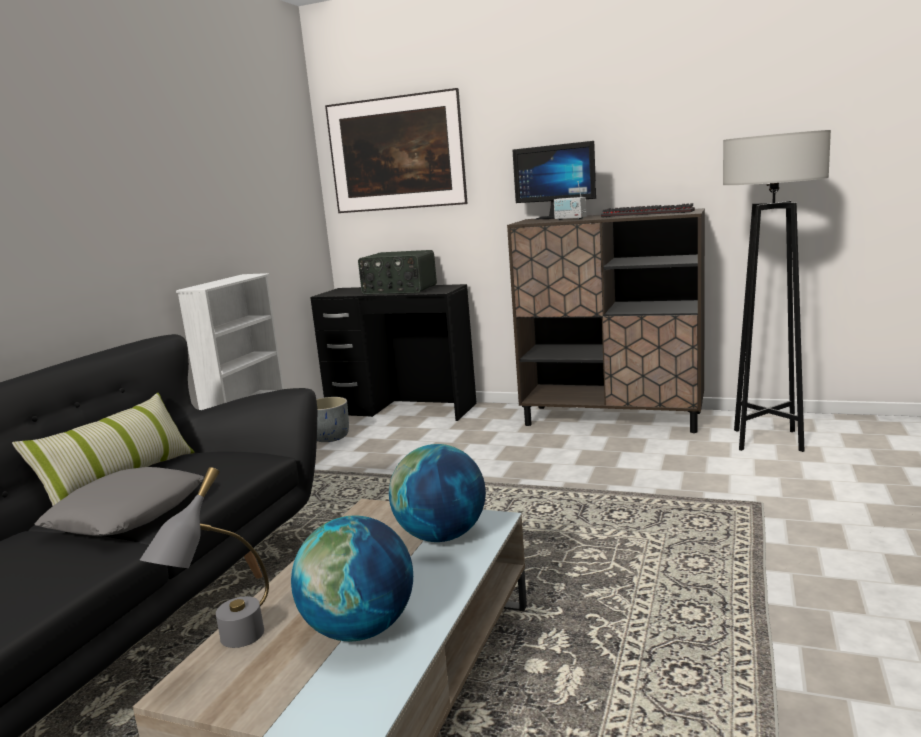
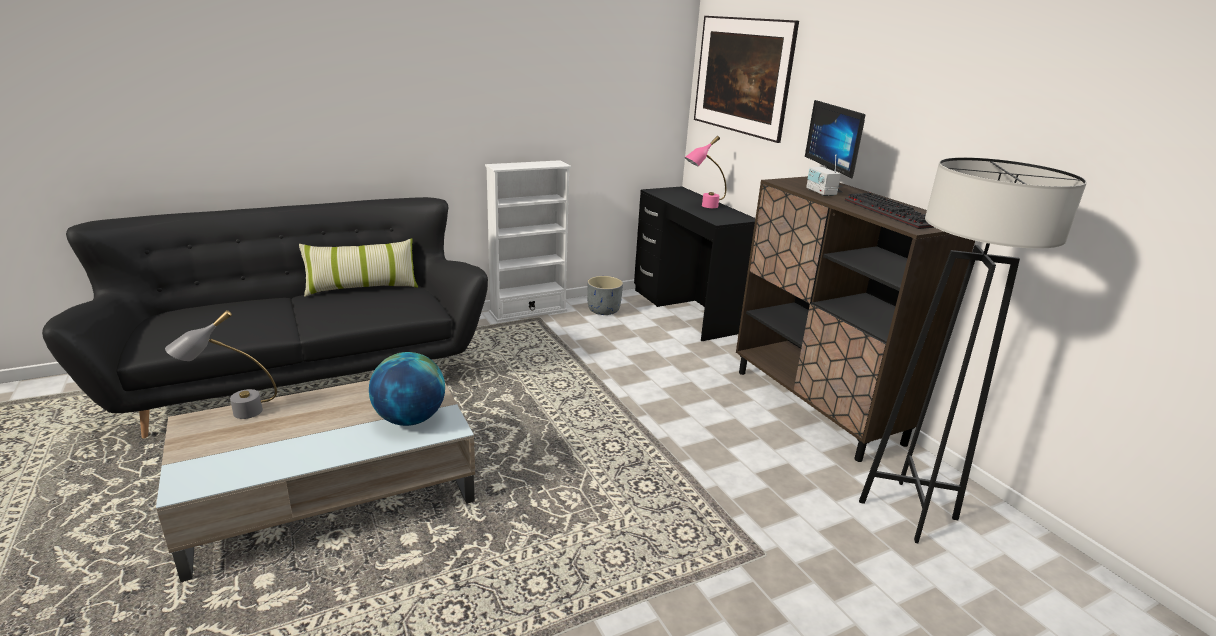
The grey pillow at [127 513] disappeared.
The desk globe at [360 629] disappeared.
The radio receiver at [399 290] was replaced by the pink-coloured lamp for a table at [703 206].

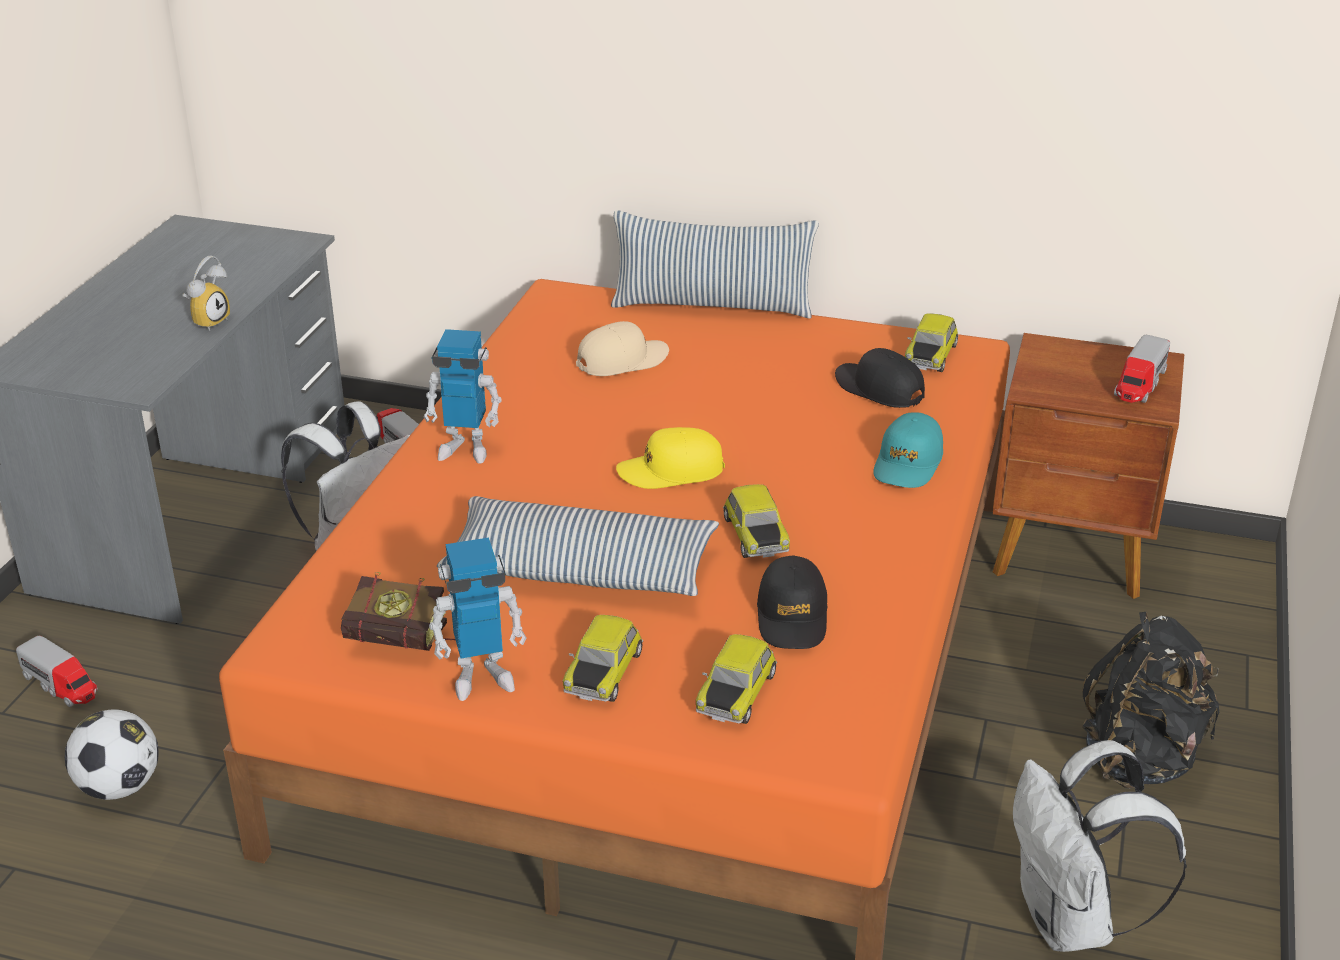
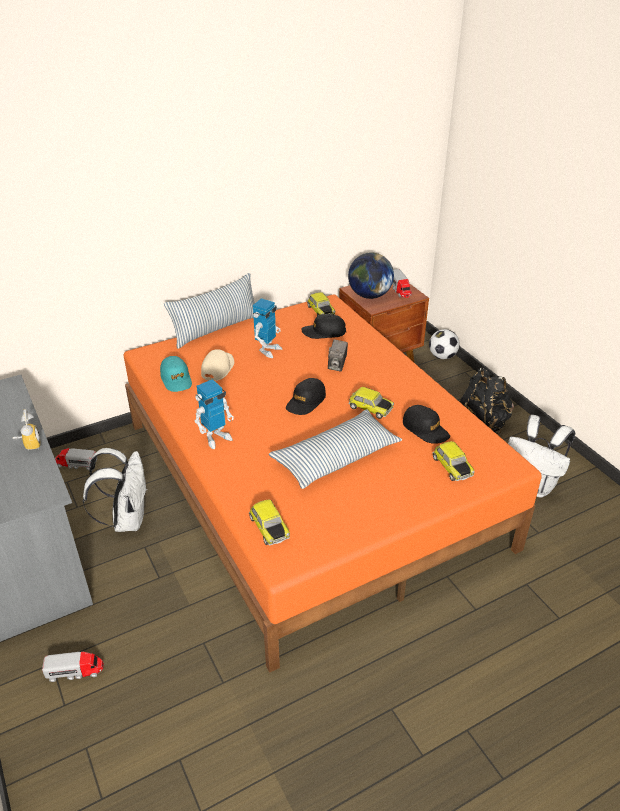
The football moved from [119 787] to [442 356].
The bound book at [407 643] disappeared.
The model robot moved from [481 677] to [268 350].
The toy car moved from [602 672] to [268 528].
The yellowish peaked cap at [671 471] became the blackish peaked cap at [306 402].
The turquoise-coloured peaked cap moved from [908 463] to [176 379].
The photo camera at [337 365] appeared.
The desk globe at [369 295] appeared.

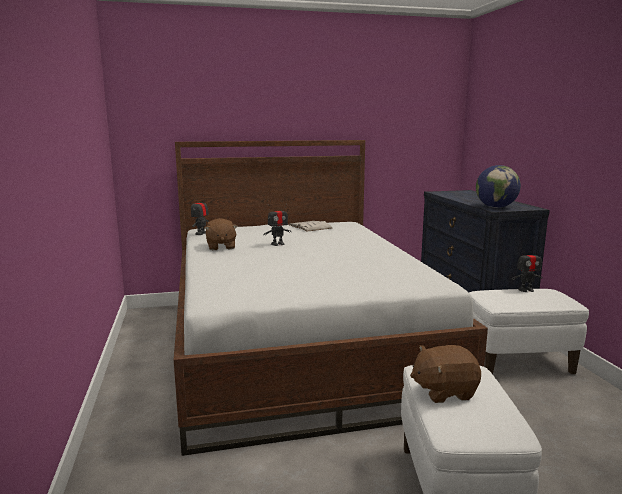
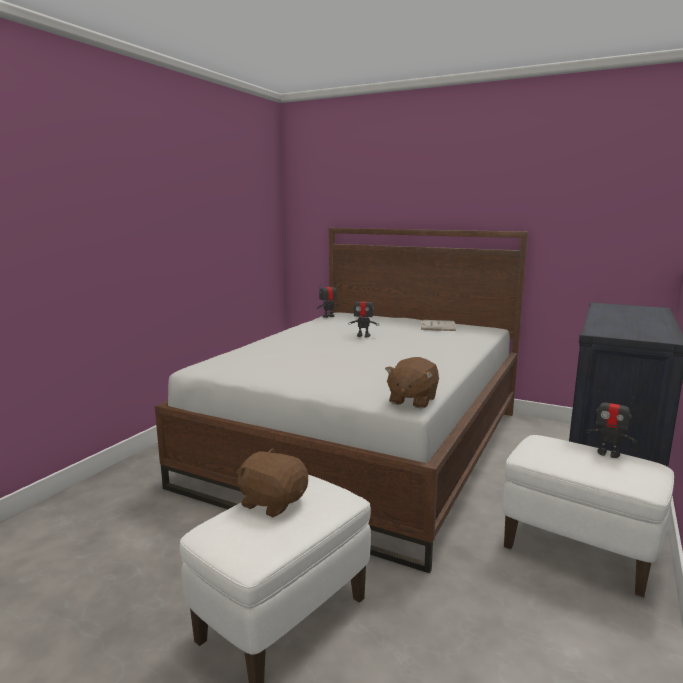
The brown plush toy moved from [221 247] to [412 400].
The desk globe at [495 207] disappeared.

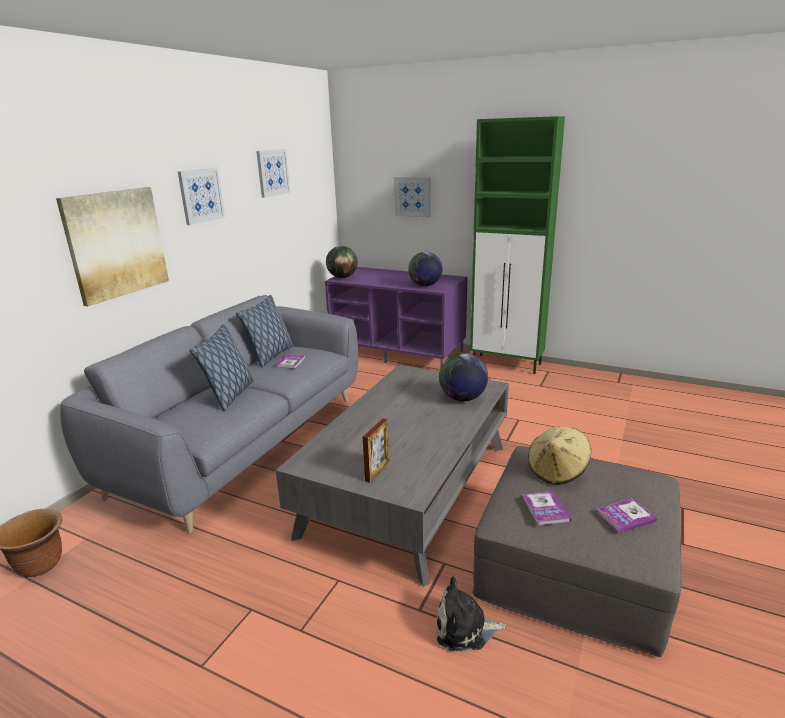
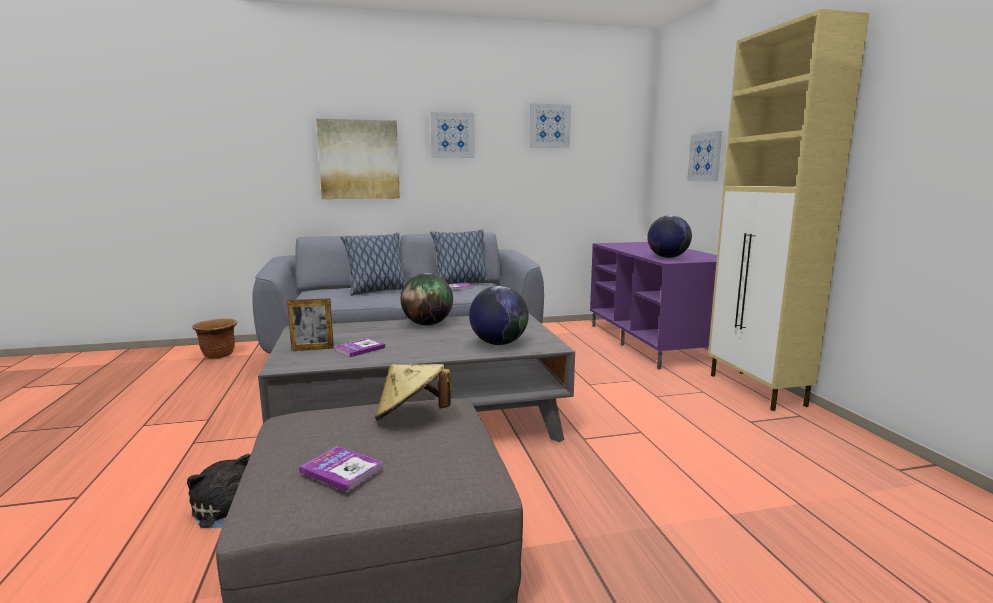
The desk globe moved from [342 277] to [428 324].
The greenish cupboard at [507 364] became the sand-coloured cupboard at [756 390].
The bound book moved from [545 509] to [359 349].

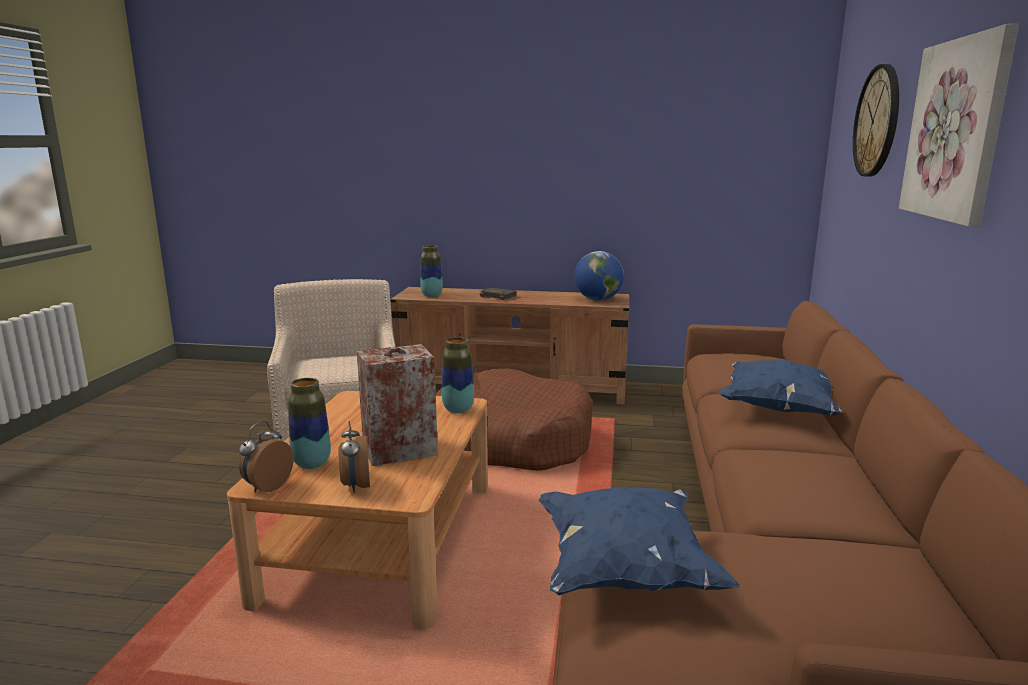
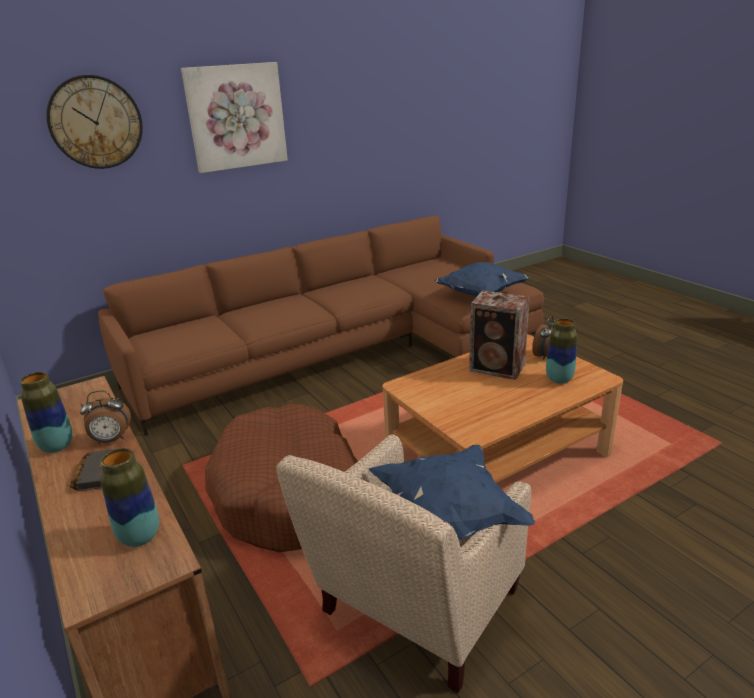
The table clock moved from [267 486] to [111 440].
The decorative vase moved from [458 409] to [57 446].
The desk globe at [598 299] disappeared.
The blue pillow moved from [778 409] to [448 517].

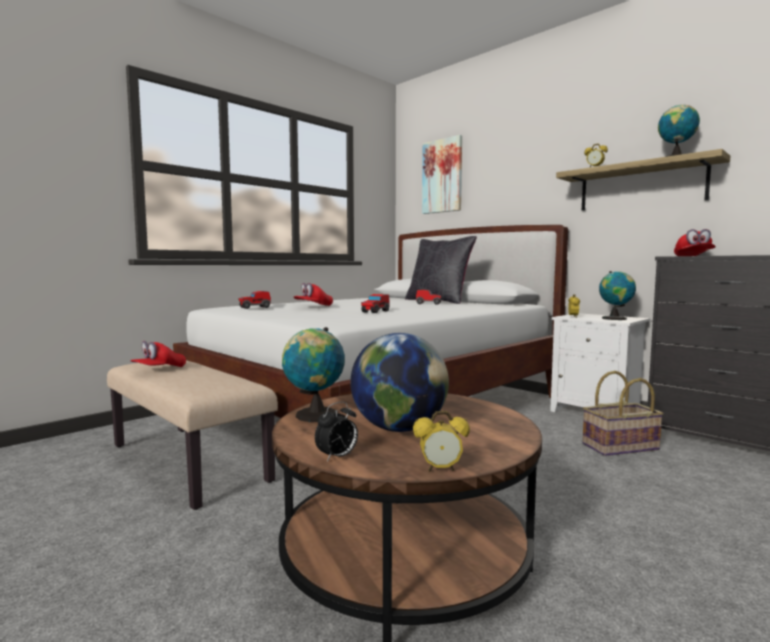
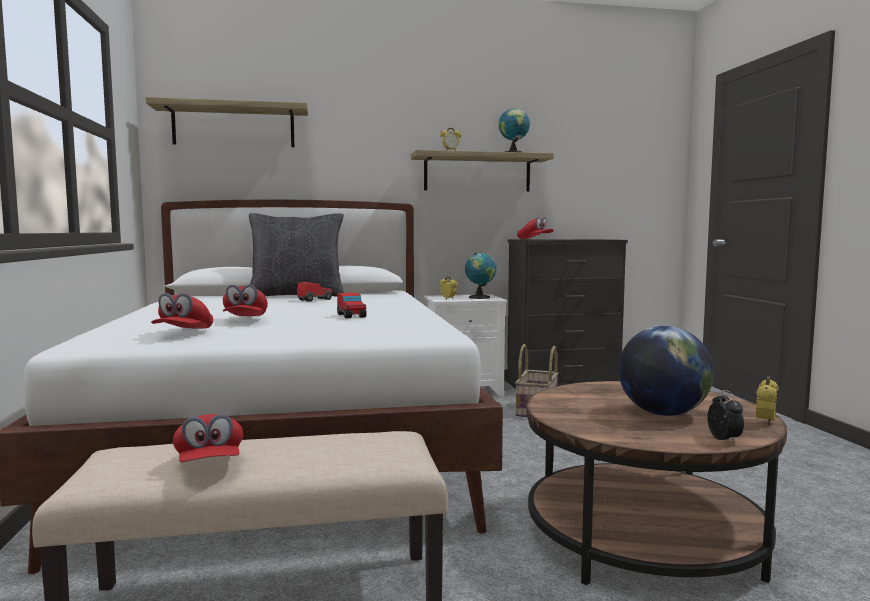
The toy car at [254 307] was replaced by the red peaked cap at [183 333].
The desk globe at [313 416] disappeared.
The picture at [442 176] was replaced by the wall shelf at [234 126].

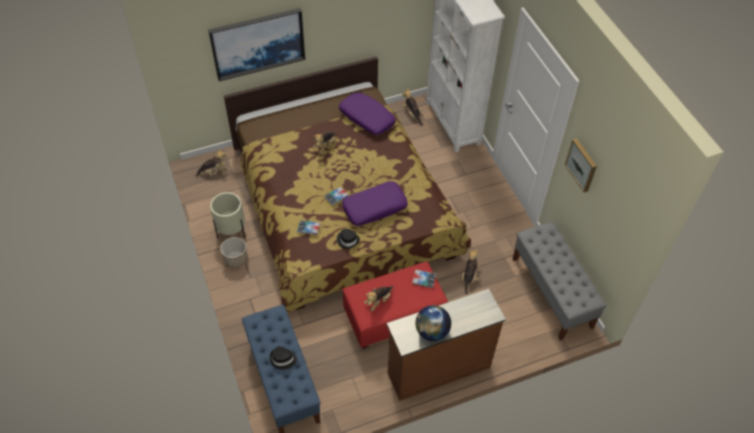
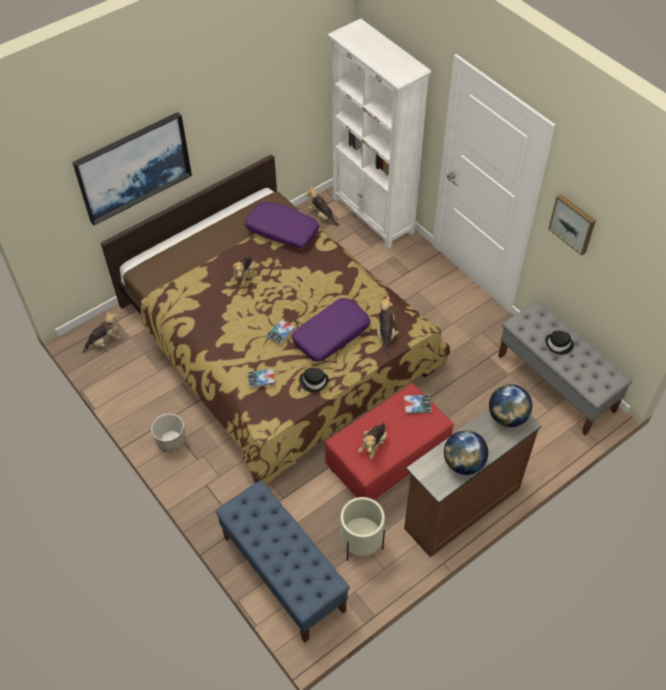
The sand-coloured plant pot moved from [231 231] to [361 545].
The blackish clothing hat moved from [283 359] to [559 345].
The plush toy moved from [469 277] to [386 333].
The desk globe at [507 417] appeared.

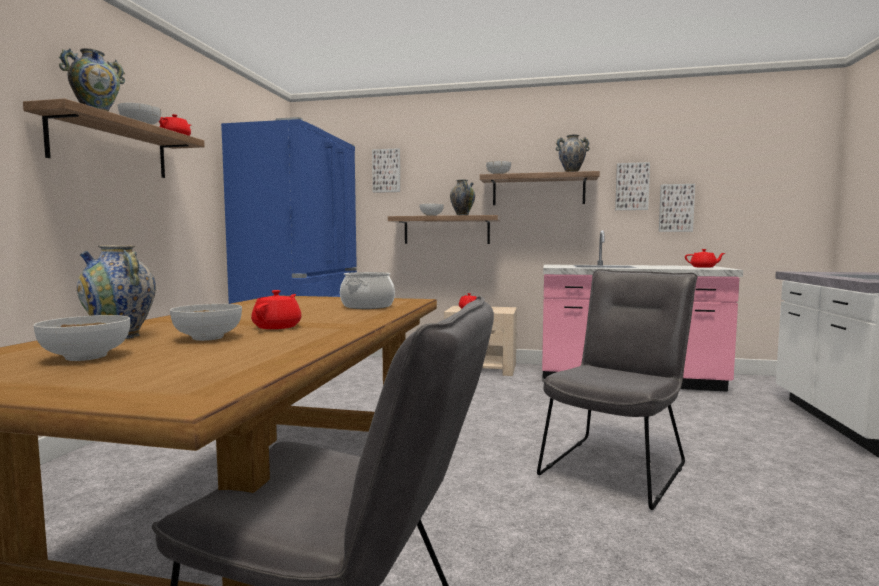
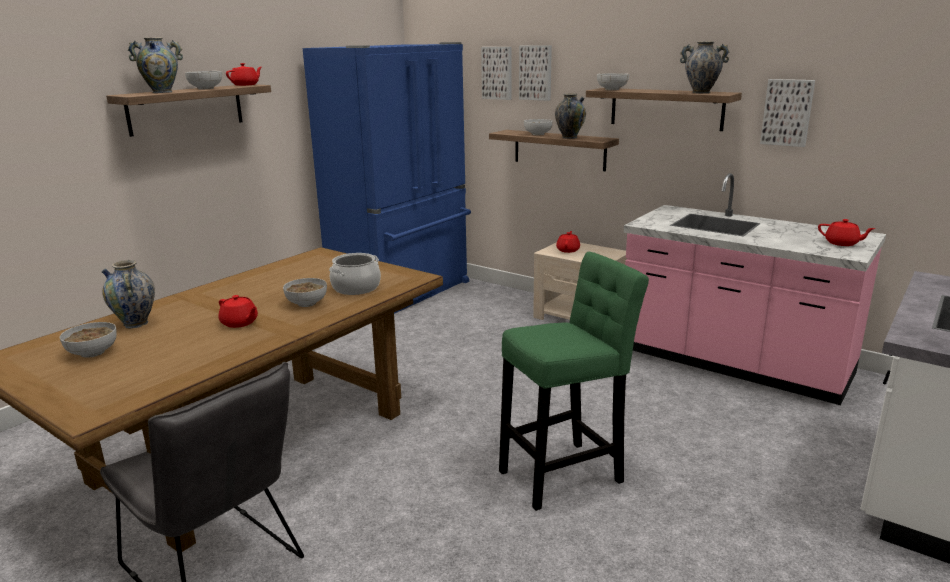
The serving bowl moved from [209 338] to [307 303].
The red teapot at [278 327] turned 90 degrees clockwise.
The grey chair at [617 466] was replaced by the greenish sitting stool at [566 474].
The picture moved from [676 208] to [536 72].

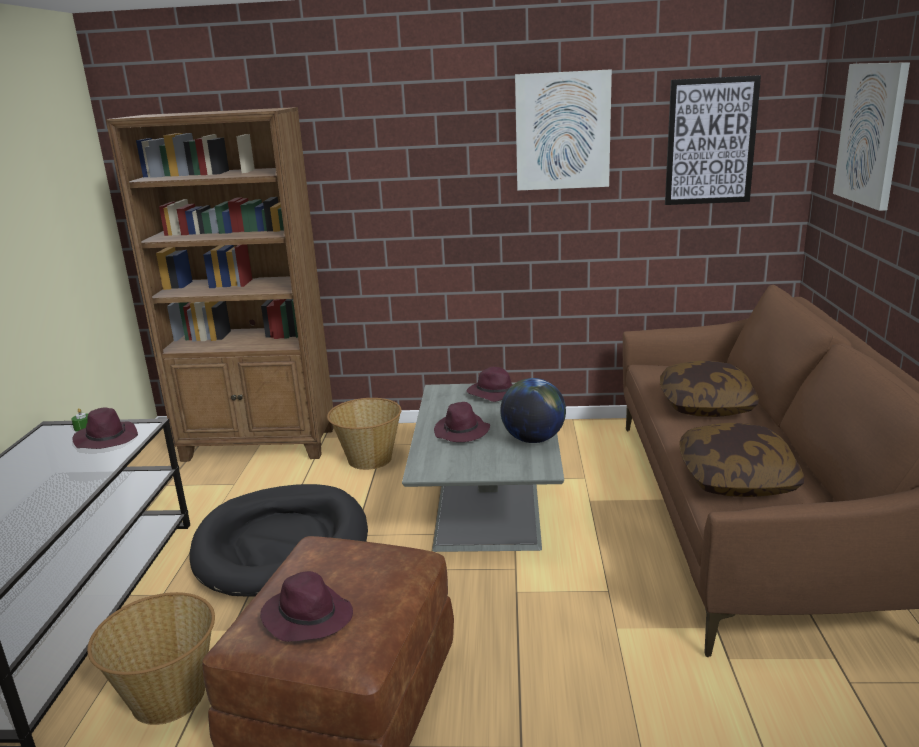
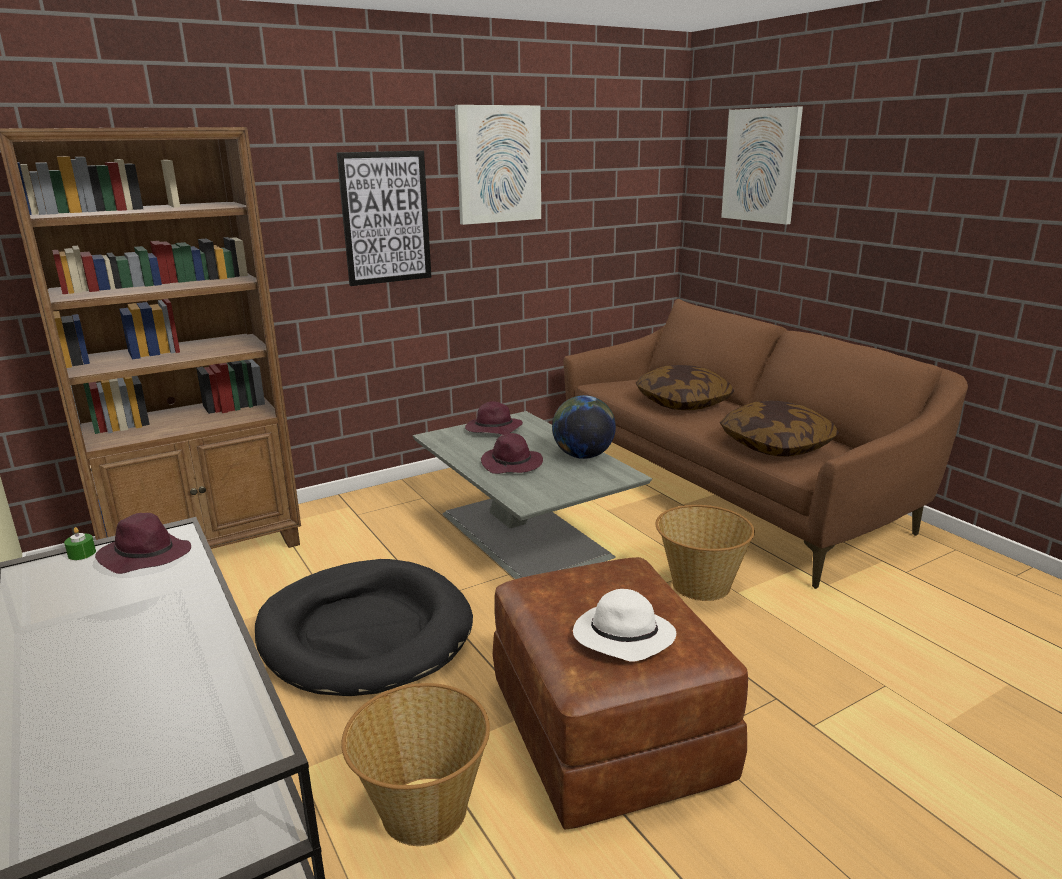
The purple-coloured clothing hat at [307 617] became the white-coloured clothing hat at [621 638].
The storage basket moved from [369 459] to [699 585].
The picture moved from [710 141] to [385 218].

